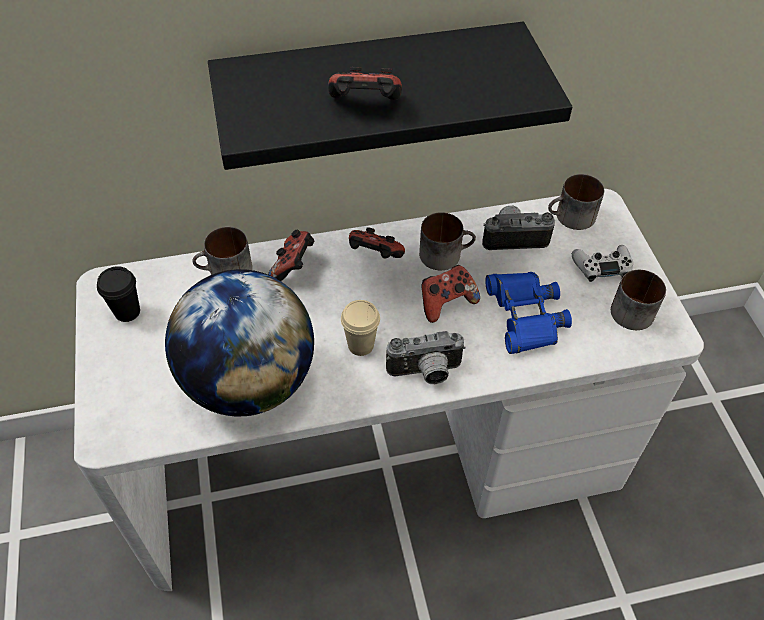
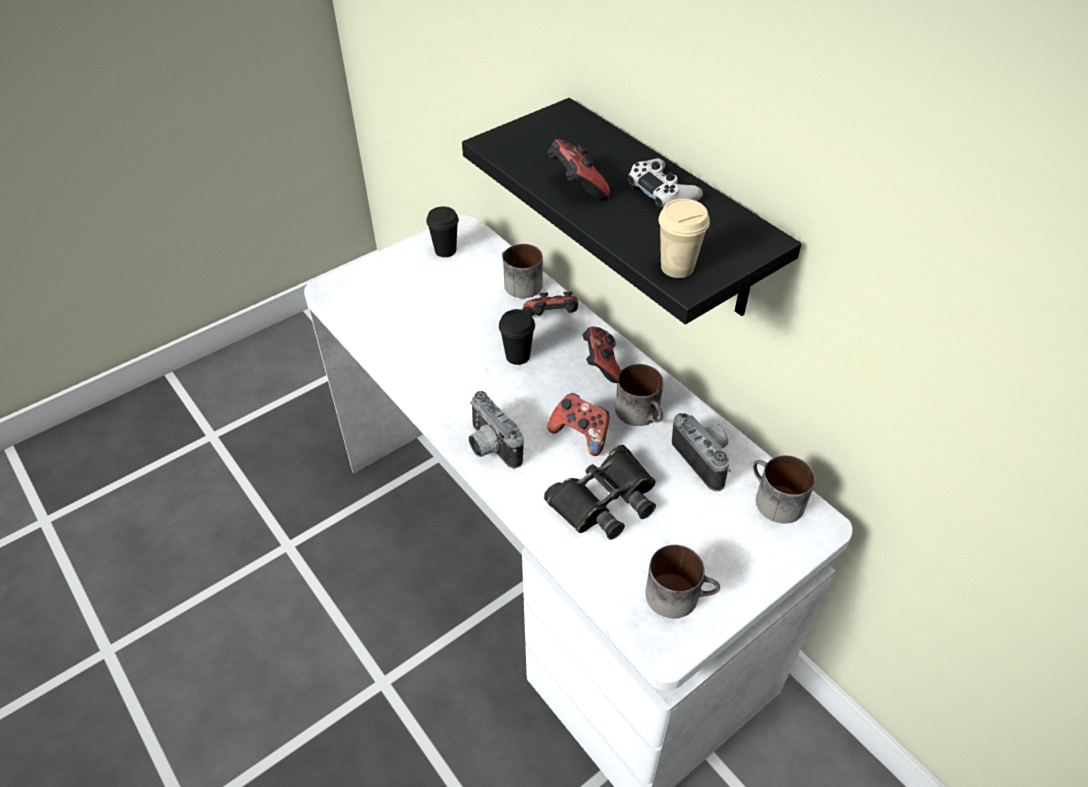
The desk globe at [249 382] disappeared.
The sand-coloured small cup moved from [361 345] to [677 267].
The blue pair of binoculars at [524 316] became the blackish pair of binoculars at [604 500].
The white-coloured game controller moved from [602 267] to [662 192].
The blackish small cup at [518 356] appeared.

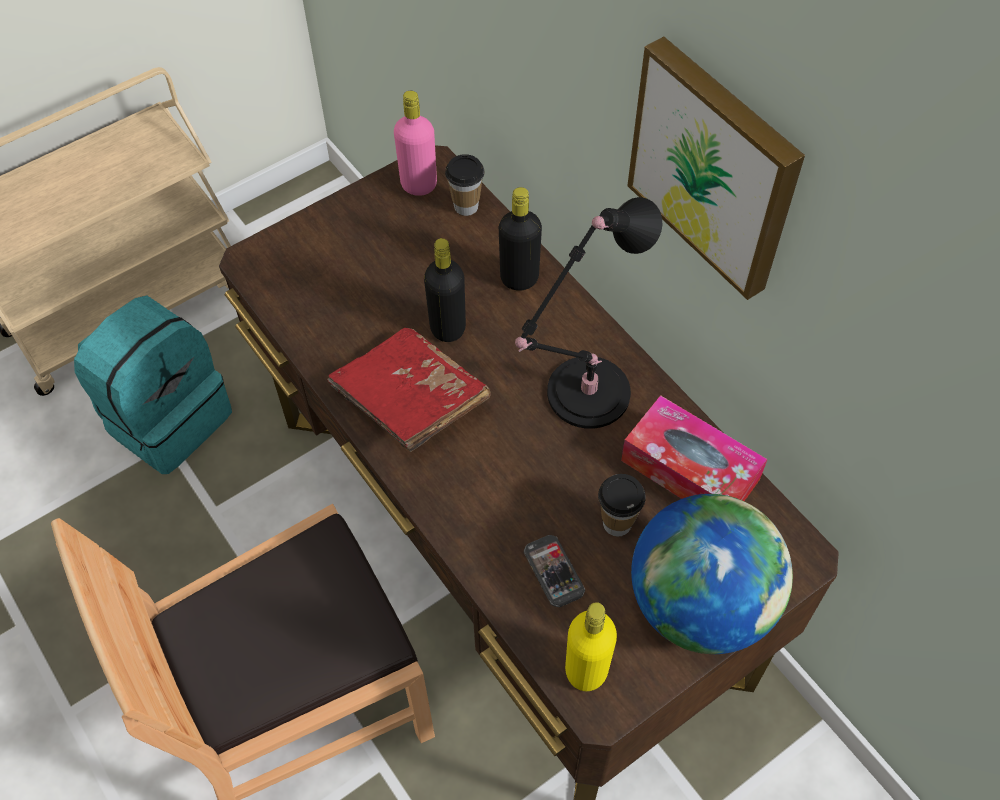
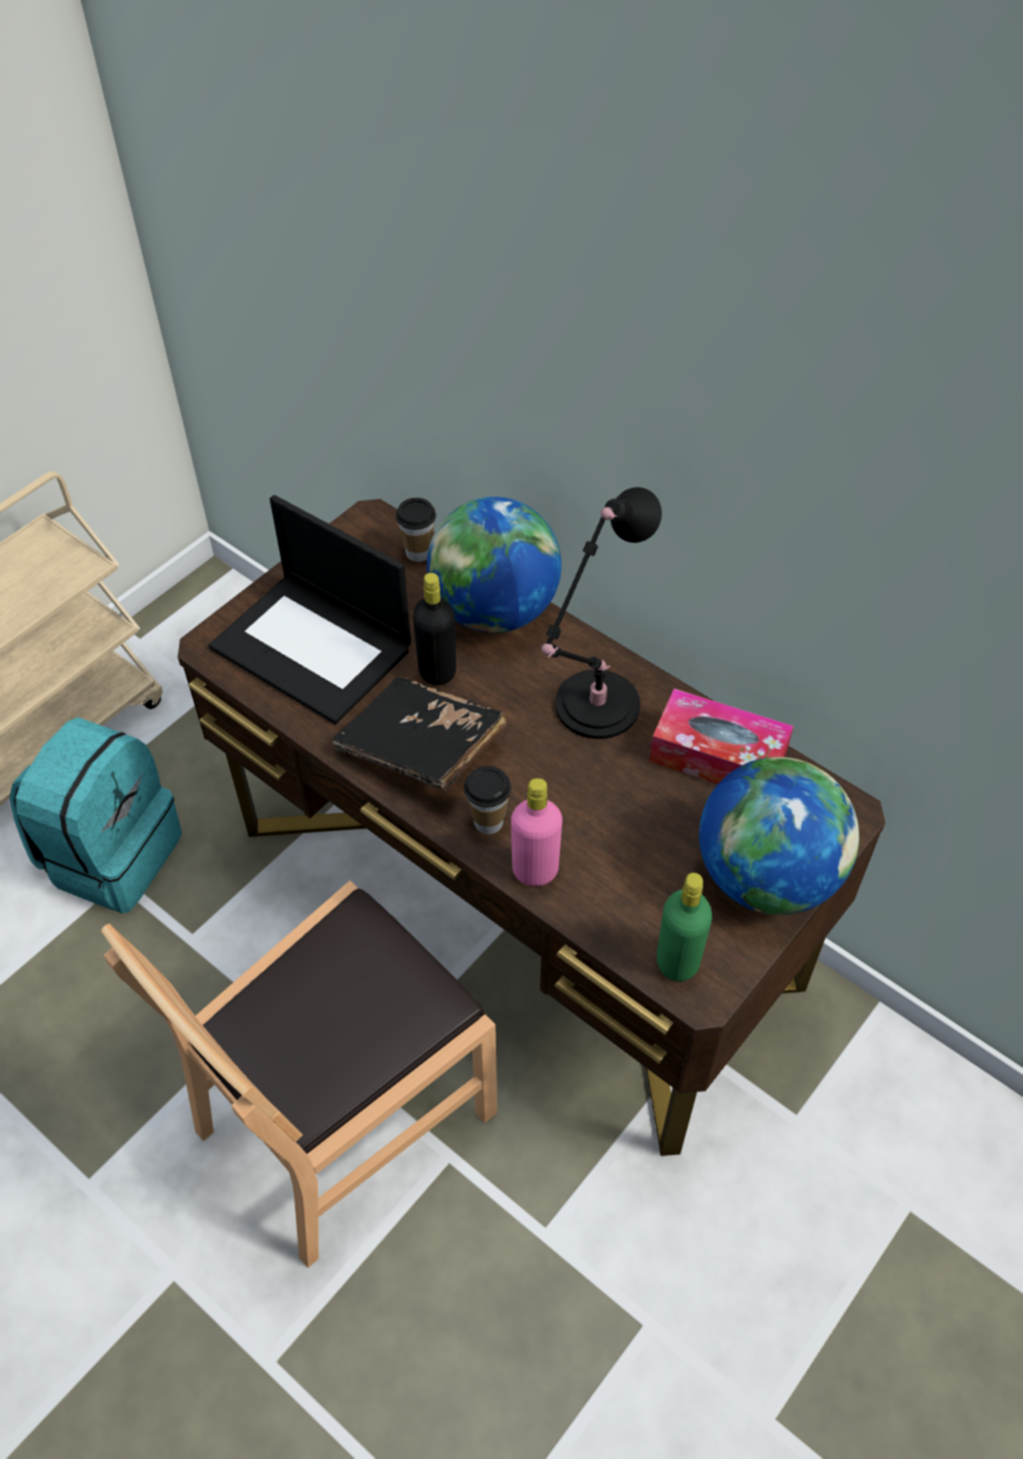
The red bound book at [410 401] became the blackish bound book at [421 749].
The pink-coloured beverage bottle moved from [419 185] to [535 870].
The blackish beverage bottle at [519 278] was replaced by the desk globe at [494 611].
The handset at [554 571] disappeared.
The yellowish beverage bottle at [586 670] became the greenish beverage bottle at [677 962].
The small cup moved from [617 523] to [488 822].
The picture at [716 167] disappeared.
The notebook computer at [314 648] appeared.

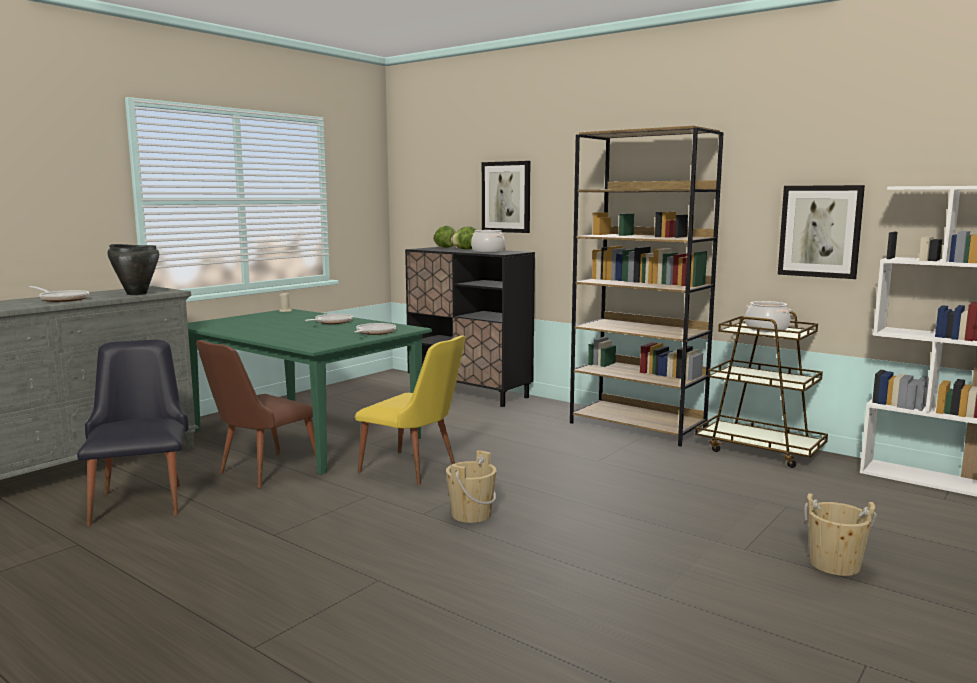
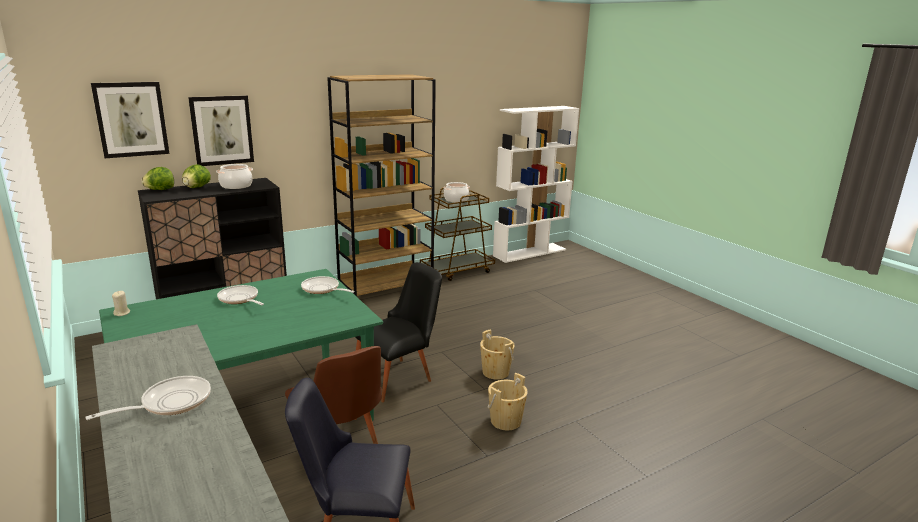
The blackish cooking pot at [136 294] disappeared.
The yellowish chair at [415 470] became the blackish chair at [399 377].
The picture moved from [820 231] to [131 119].
The sand-coloured pail moved from [834 564] to [505 421].

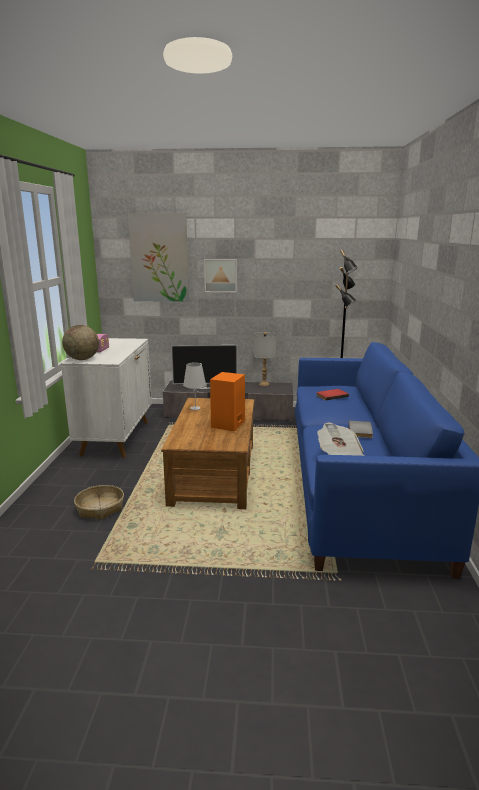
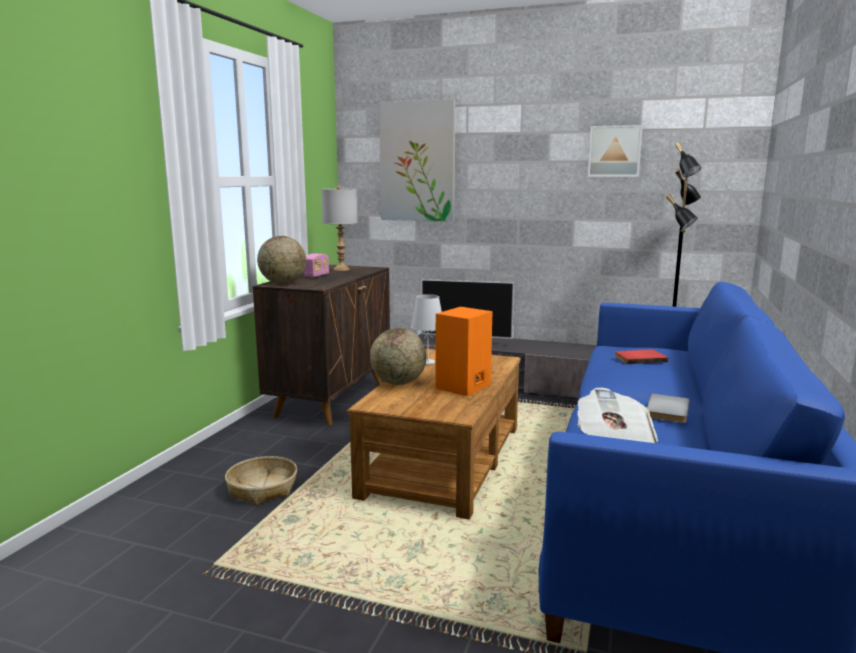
The white-coloured cupboard at [116 437] became the brown cupboard at [332 399].
The picture moved from [220 275] to [614 151].
The grey lamp for a table moved from [264 384] to [341 269].
The desk globe at [398 383] appeared.

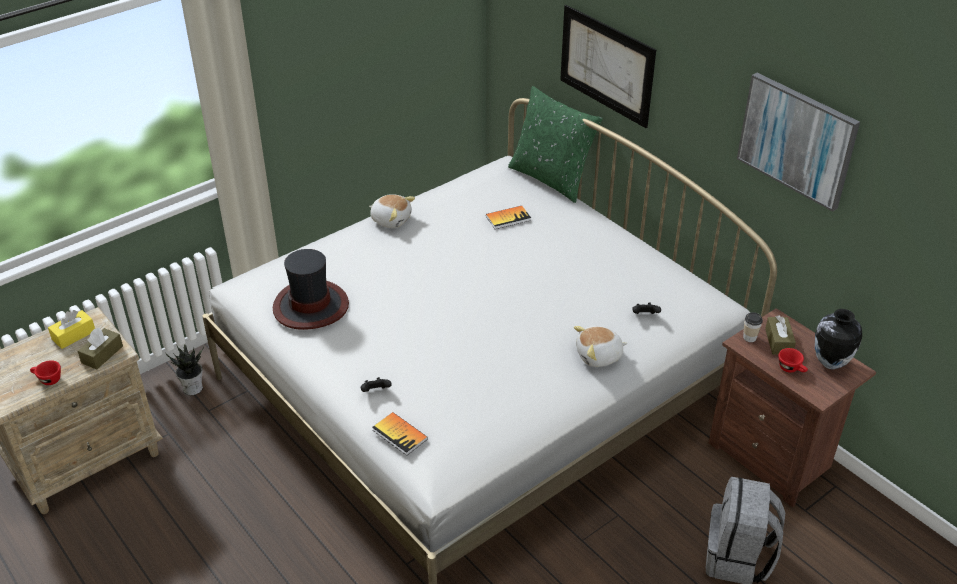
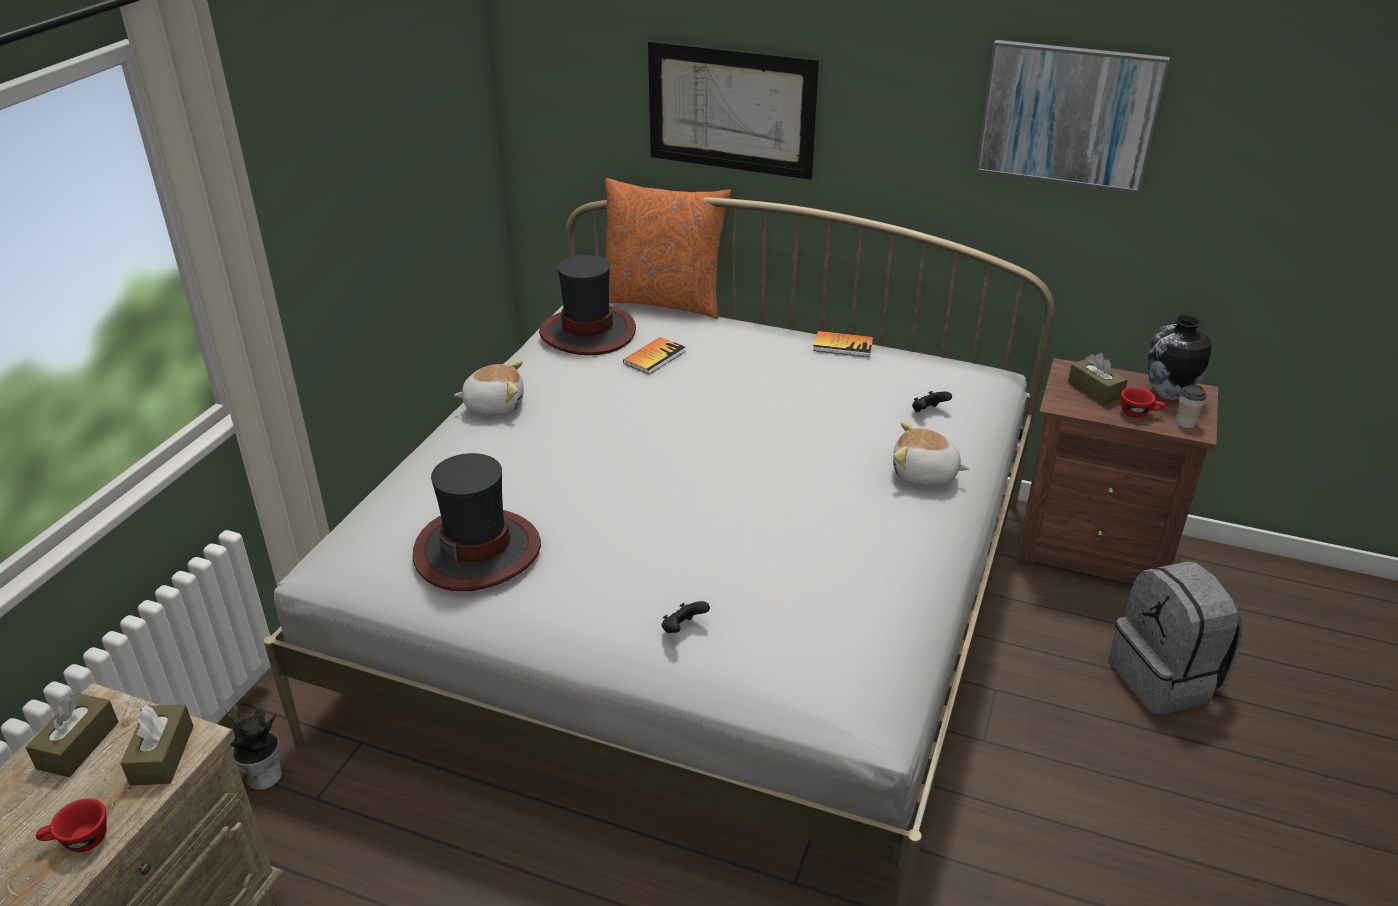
The yellowish tissue box at [74 335] became the brown tissue box at [78 745].
The bound book moved from [400 434] to [843 345].
The greenish pillow at [551 179] became the orange pillow at [662 301].
The plush toy at [599 356] turned 60 degrees clockwise.
The small cup moved from [749 337] to [1185 423].
The clothing hat at [588 332] appeared.

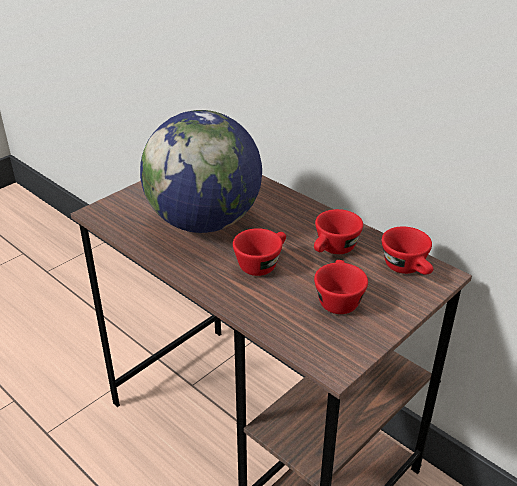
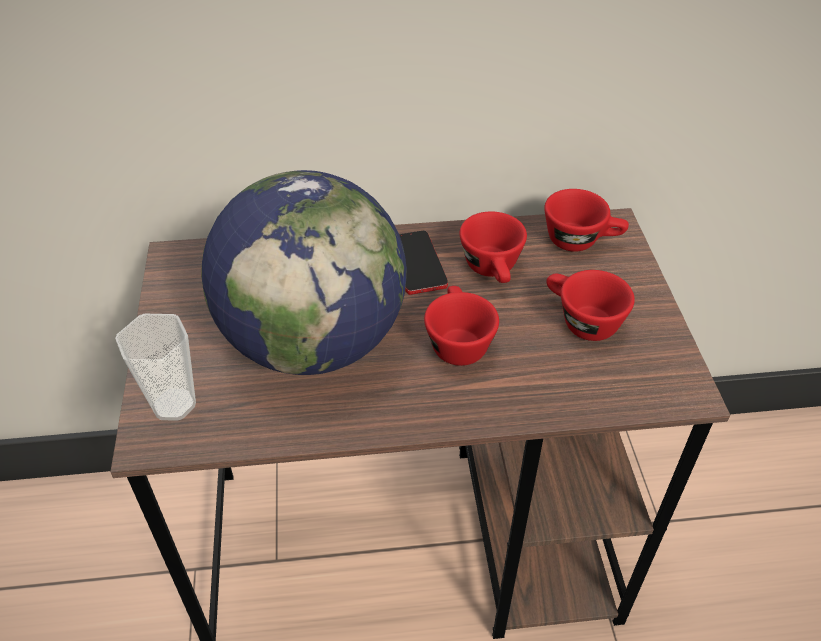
The small cup at [174 404] appeared.
The handset at [417 263] appeared.

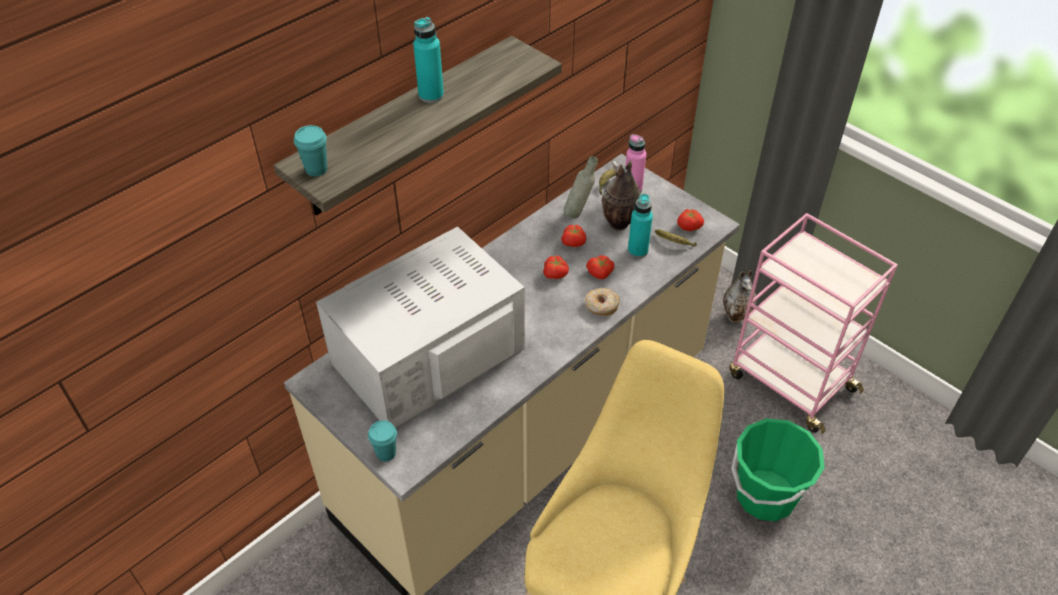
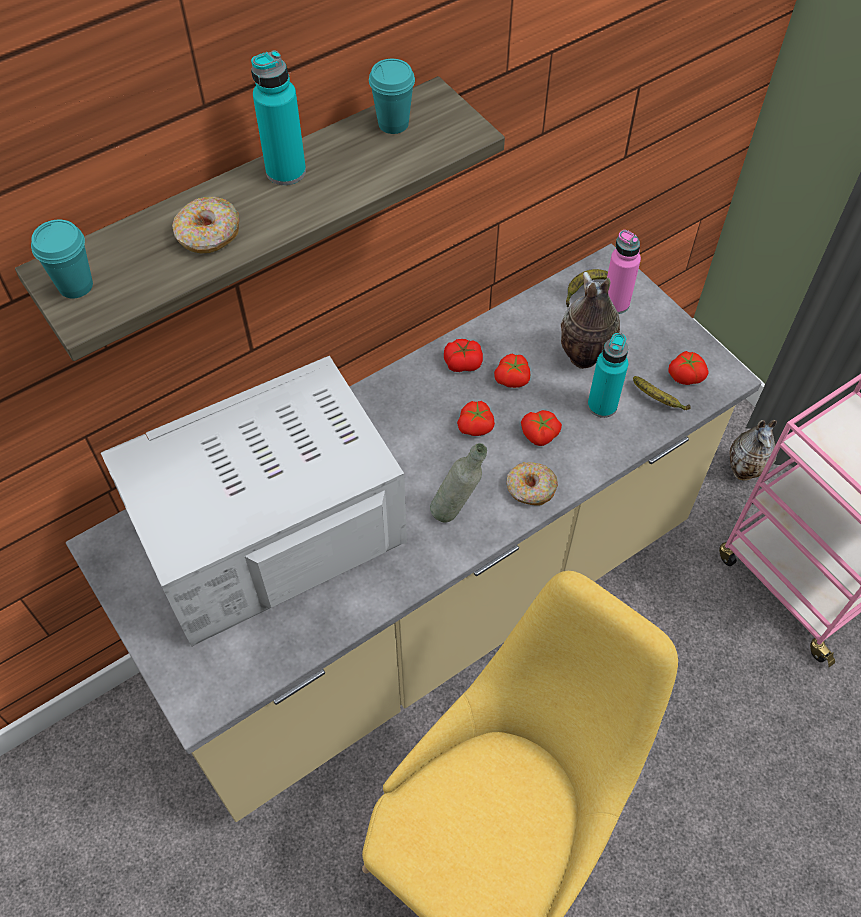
The turquoise-coloured small cup moved from [386 453] to [393 124].
The grey beverage bottle moved from [579 213] to [456 510].
The greenish pail at [765 496] disappeared.
The ring doughnut at [208 235] appeared.
The fresh tomato at [462 362] appeared.

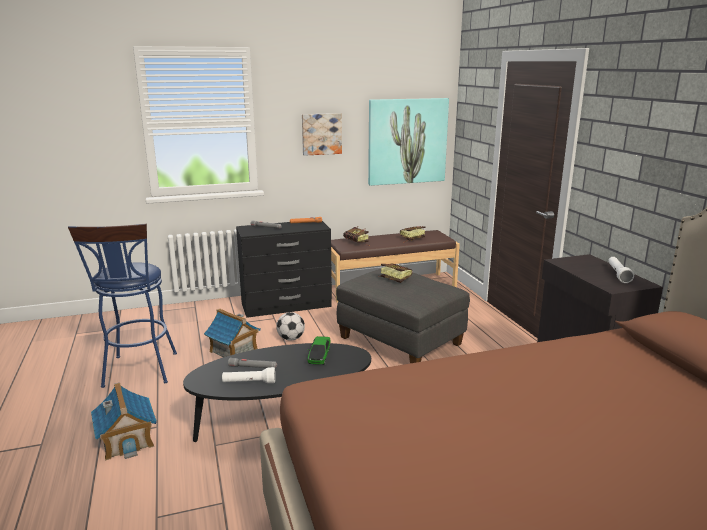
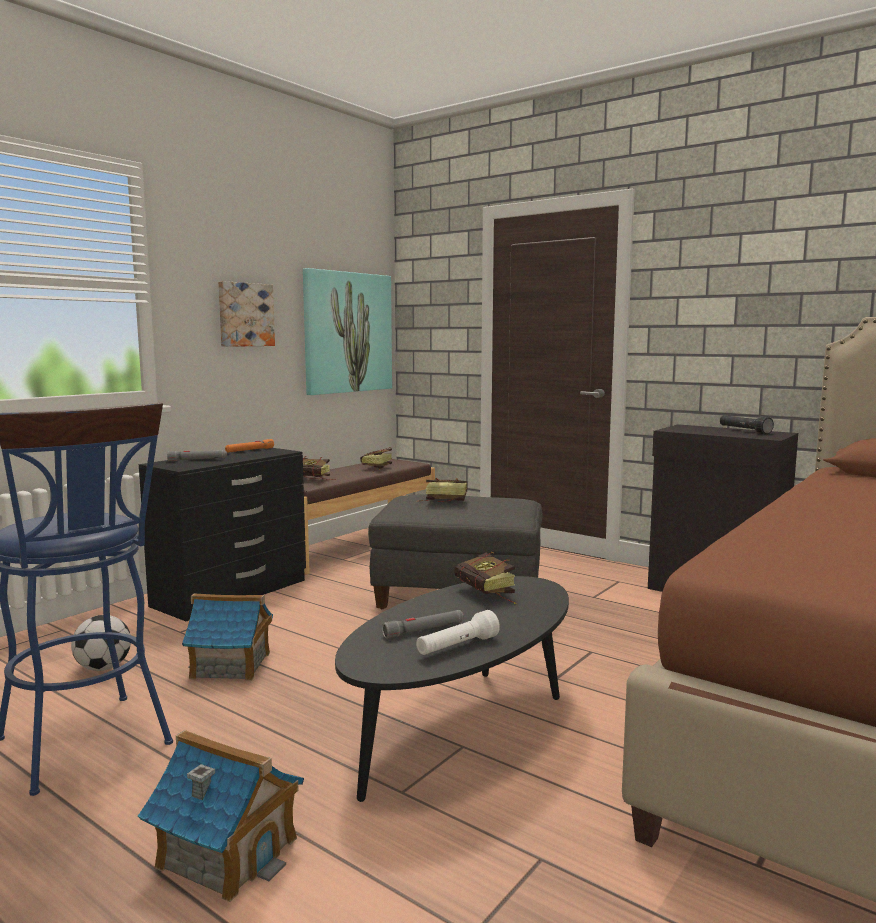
The football moved from [291 339] to [103 668].
The toy car at [319 355] was replaced by the bound book at [488 595].
The white-coloured torch at [618 274] became the blackish torch at [744 431].

